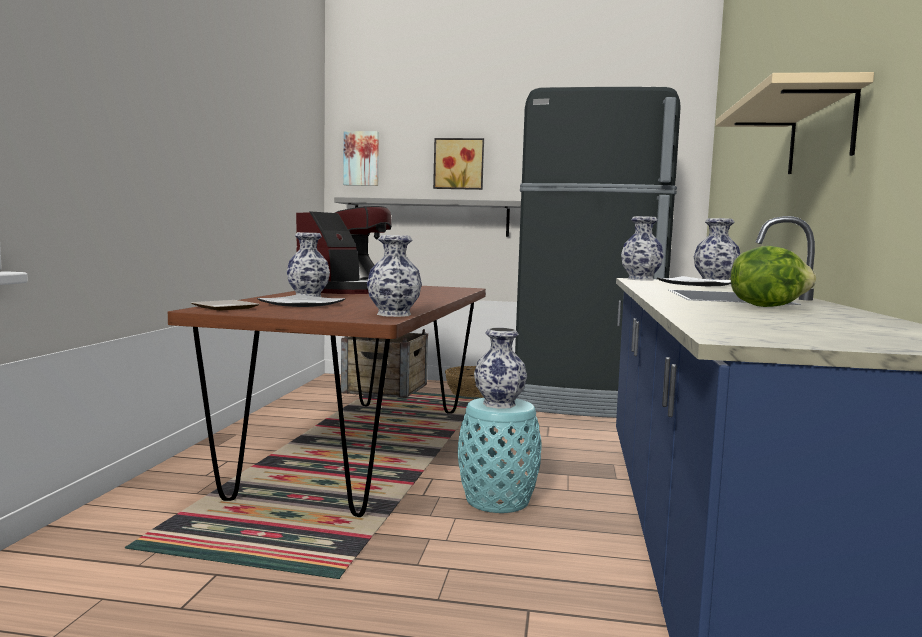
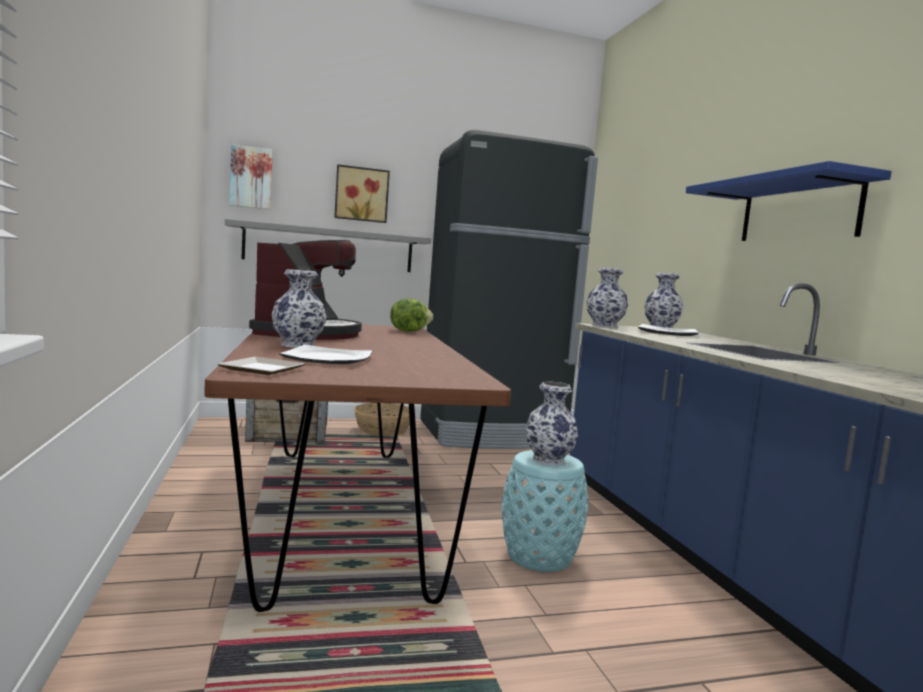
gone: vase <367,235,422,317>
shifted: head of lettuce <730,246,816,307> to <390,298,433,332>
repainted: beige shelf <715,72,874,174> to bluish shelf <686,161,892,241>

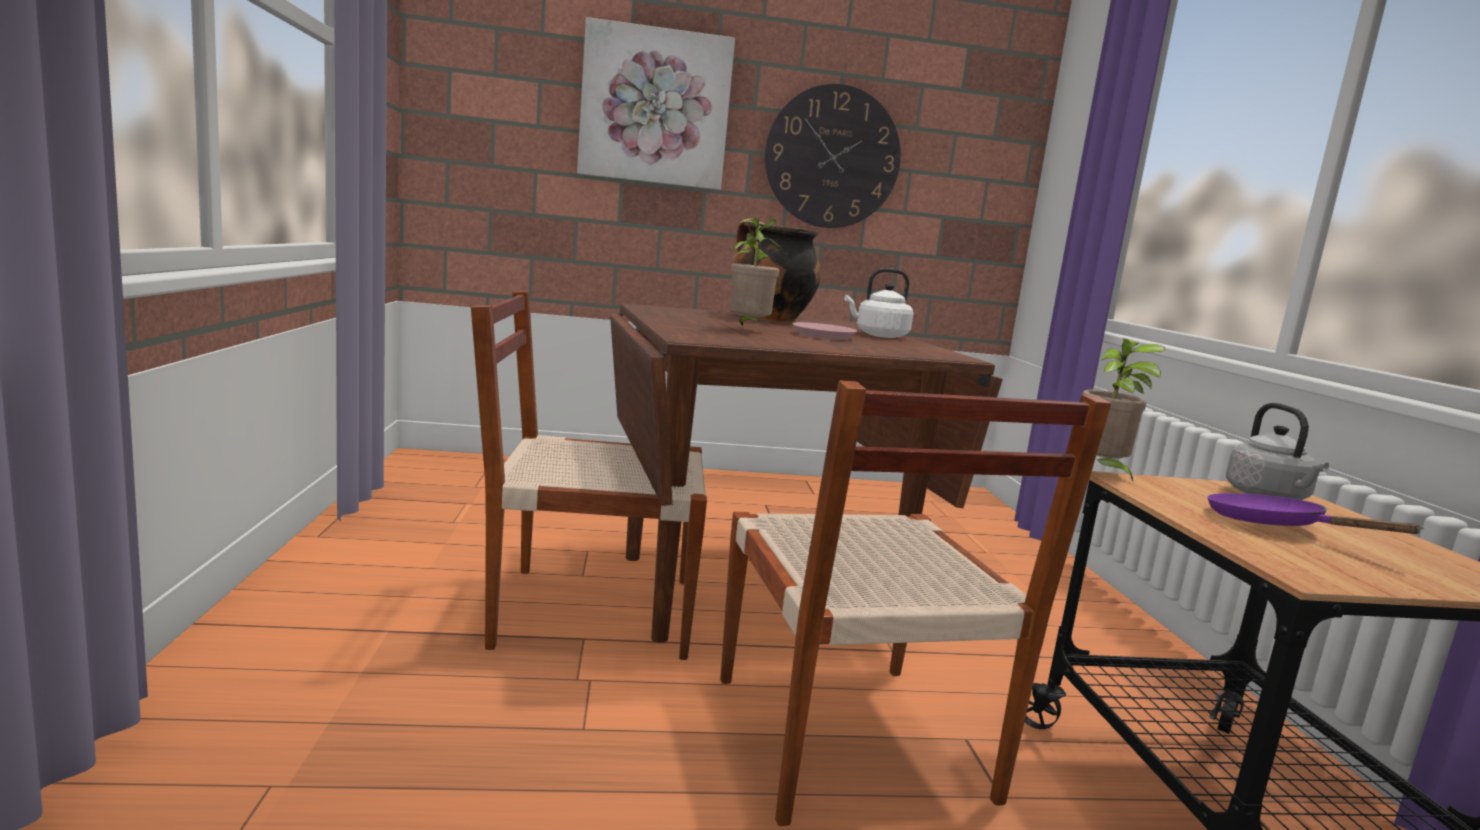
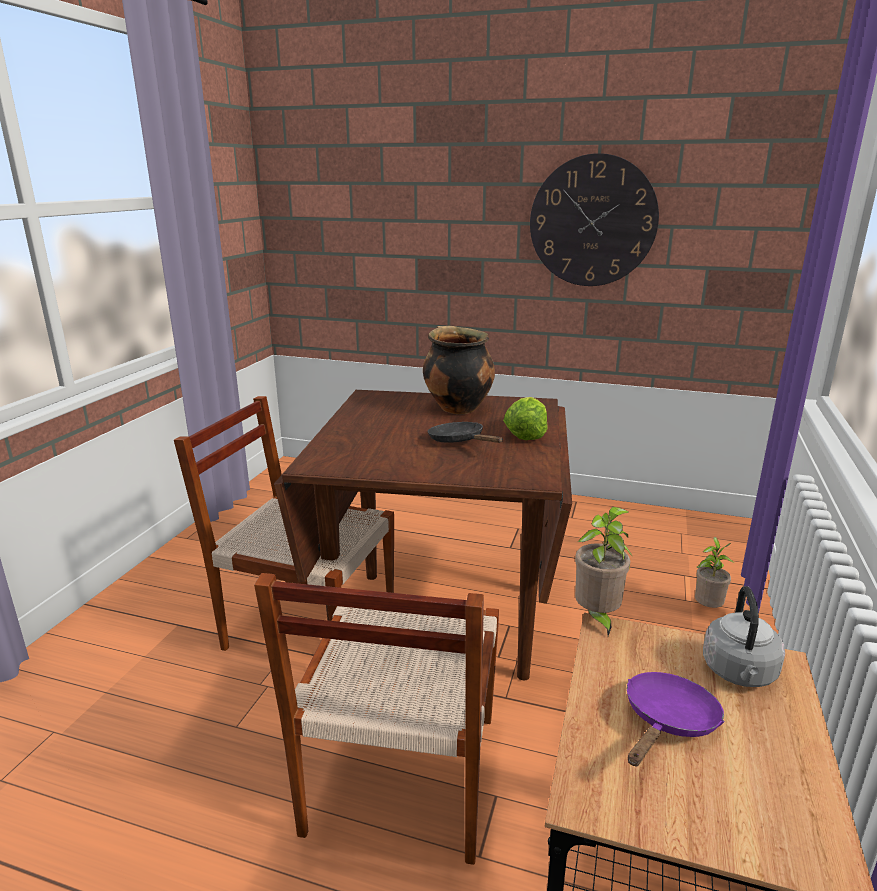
gone: wall art <577,17,735,190>
shifted: potted plant <730,218,781,326> to <695,537,734,608>
swapped: pink-coloured plate <793,322,857,340> to blackish skillet <427,422,503,443>; white water kettle <844,268,913,338> to head of lettuce <503,397,547,440>
rotated: purple skillet <1207,493,1424,534> = <627,672,725,766> 45 degrees clockwise

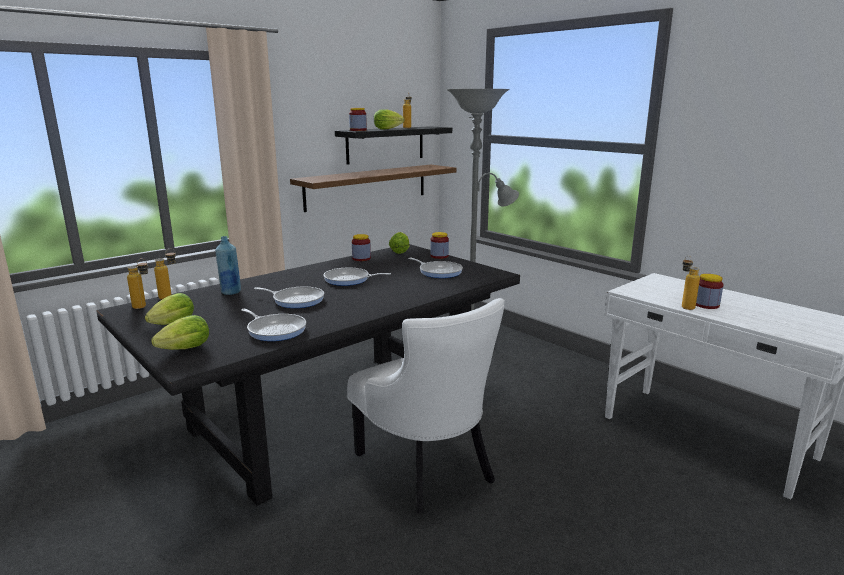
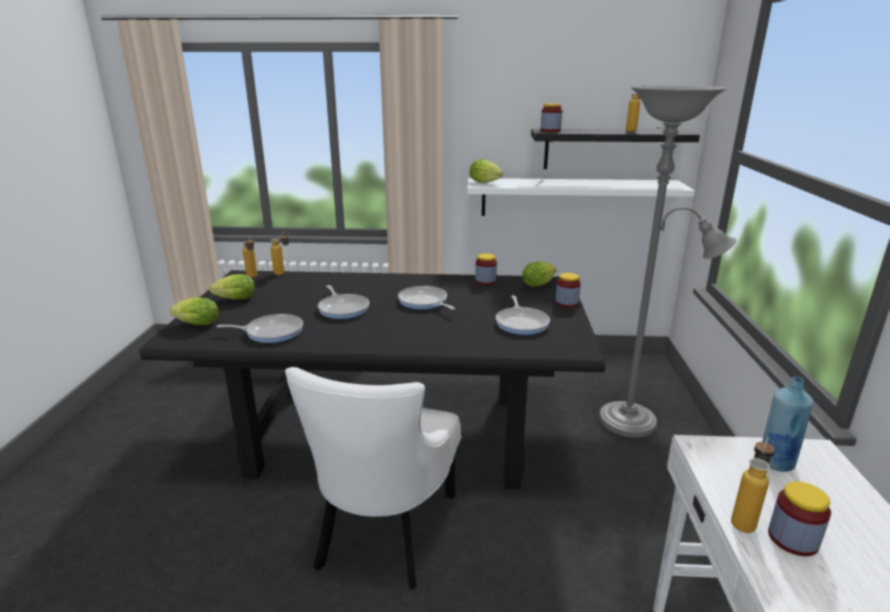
shifted: head of lettuce <374,109,405,129> to <470,159,503,183>; bluish bottle <215,236,241,295> to <762,377,813,472>
repainted: brownish shelf <290,165,457,212> to white shelf <467,178,695,216>
rotated: skillet <241,309,306,341> = <216,314,303,343> 90 degrees counterclockwise

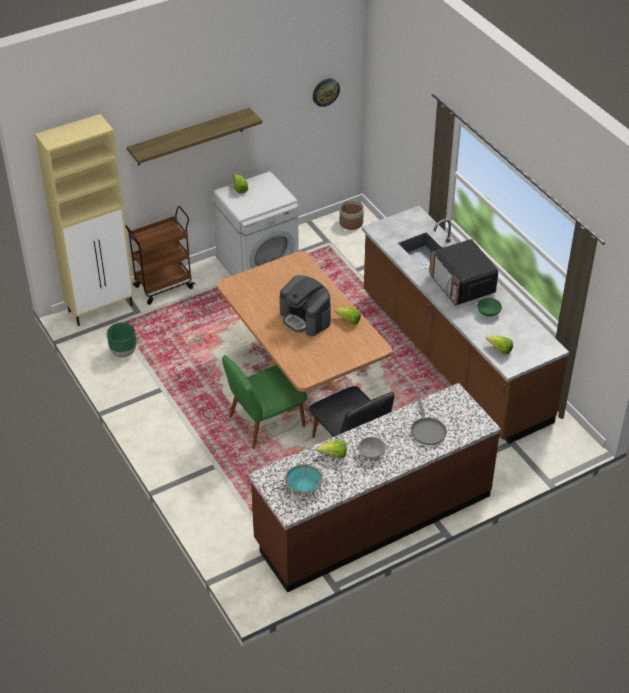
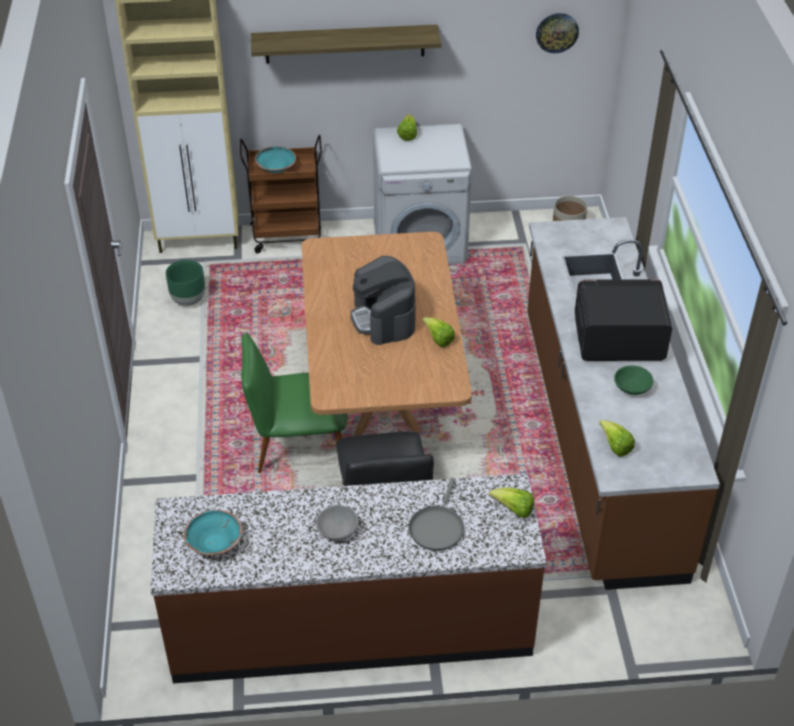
new: blue-green deep dish <255,146,296,173>
shifted: head of lettuce <316,440,347,458> to <489,488,534,518>
rotated: microwave oven <429,239,498,305> = <575,279,672,361> 90 degrees clockwise

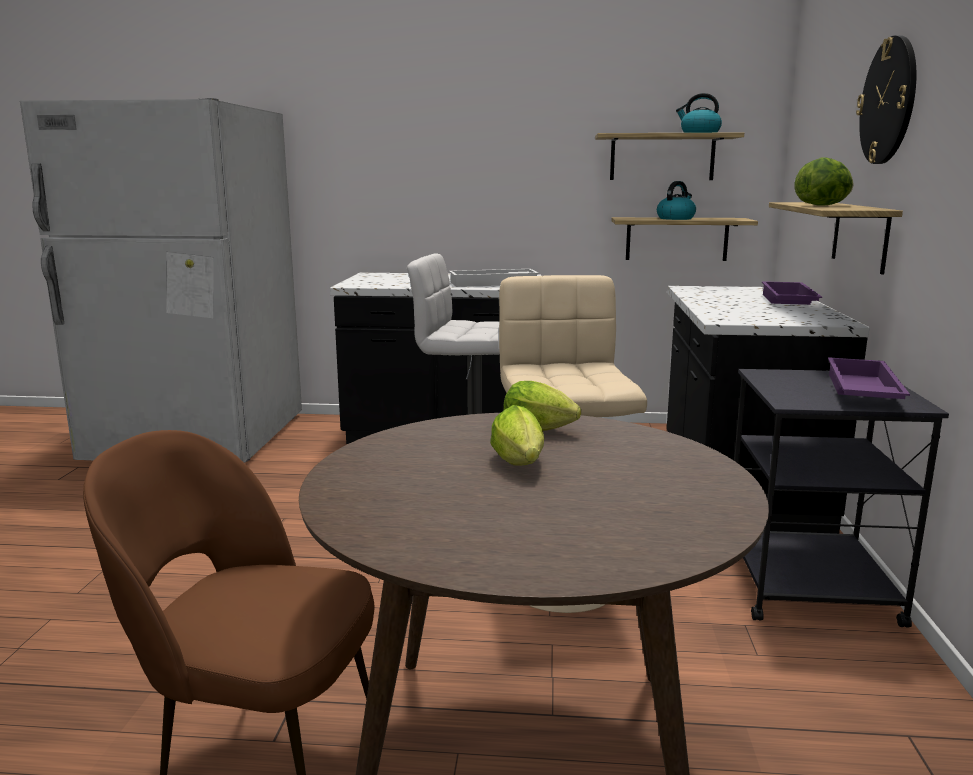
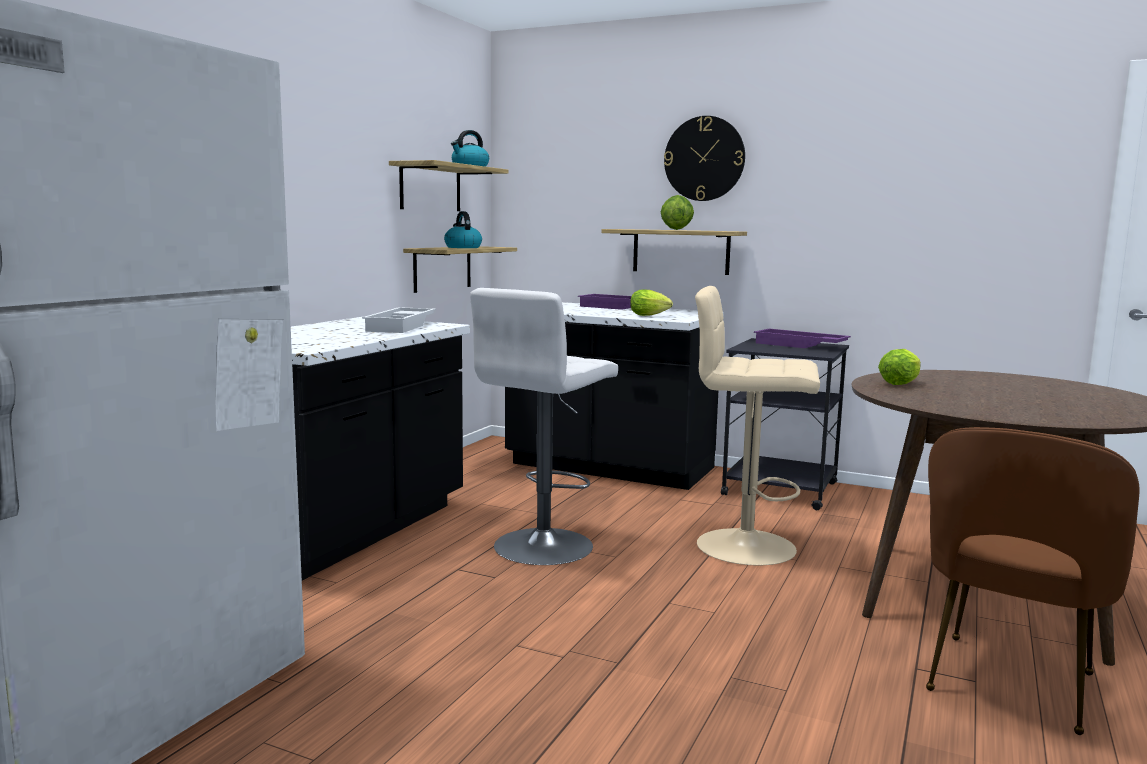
shifted: head of lettuce <490,405,544,466> to <630,289,673,316>

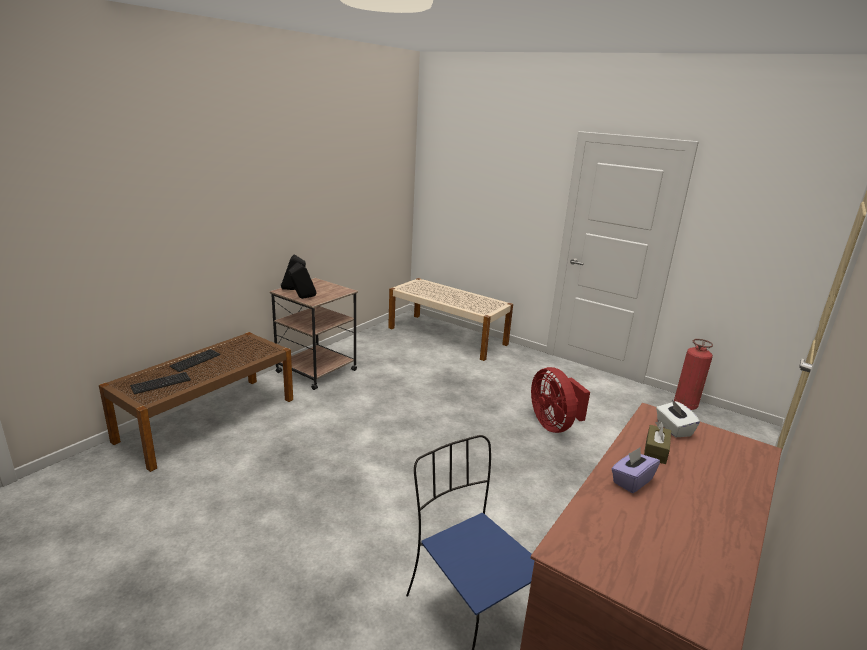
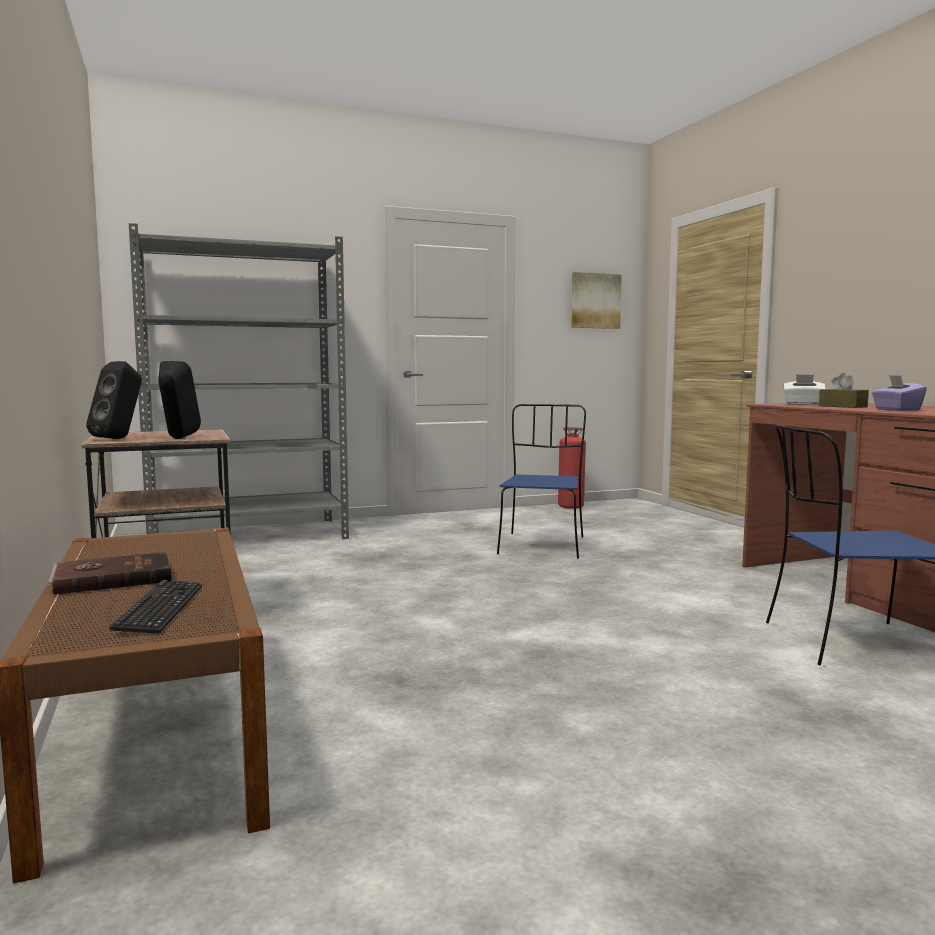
new: wall art <571,272,622,329>
swapped: PC keyboard <170,349,220,372> to brownish book <48,552,172,595>; beige bench <388,278,513,361> to gray shelving unit <129,223,349,539>; reddish cooling fan <531,367,590,433> to bluish plain chair <497,404,586,558>

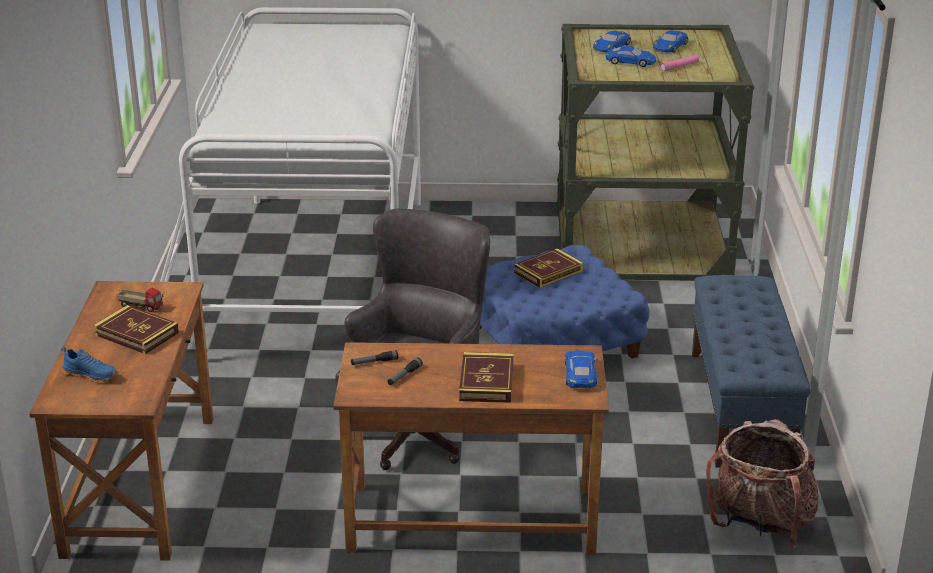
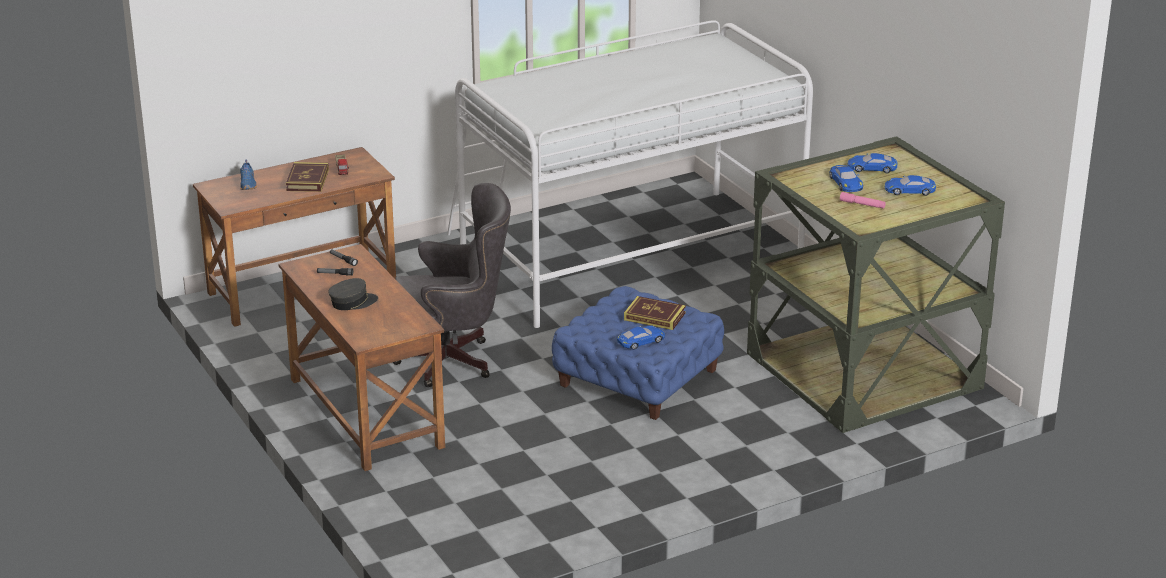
gone: bluish bench <692,275,810,468>; backpack <706,419,818,547>
shifted: bluish model car <565,350,597,388> to <617,326,665,350>
swapped: book <459,352,513,403> to gray peaked cap <328,278,378,310>

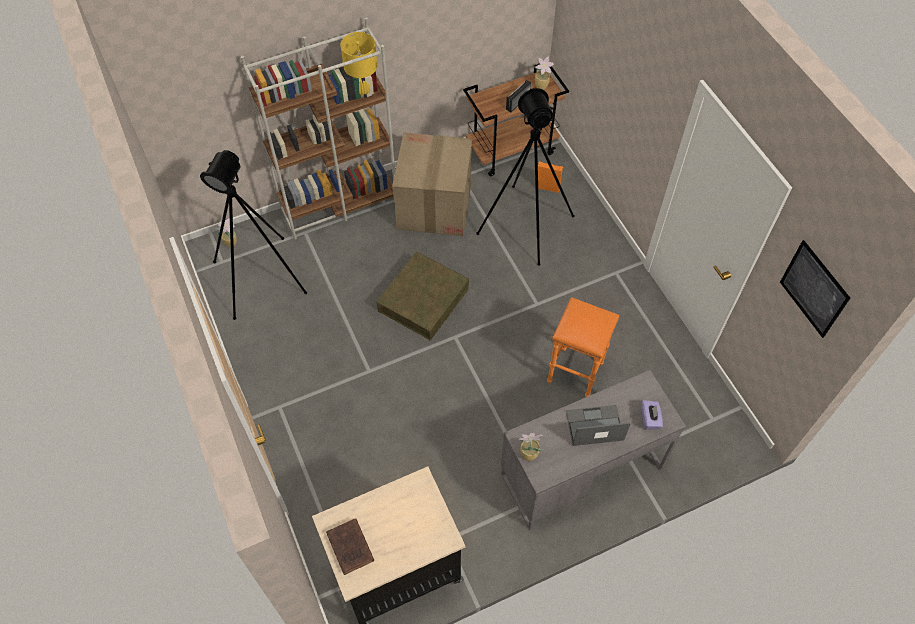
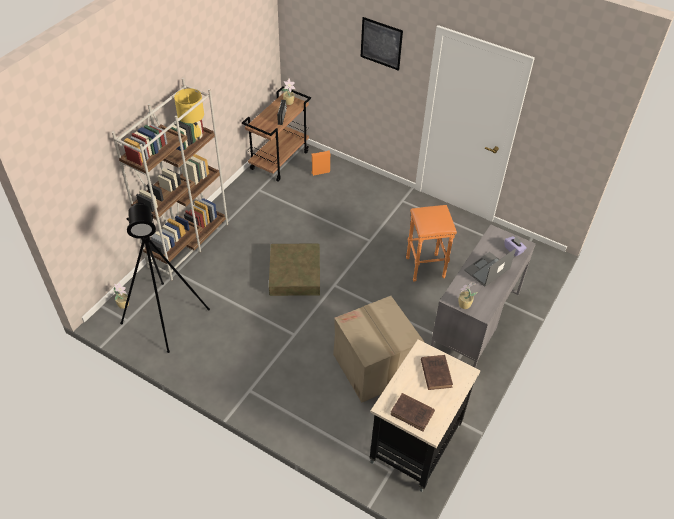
gone: blackish standard lamp <476,88,575,266>
new: brownish book <421,355,453,390>
shifted: carton <392,132,472,236> to <333,296,424,403>; wall art <780,240,850,338> to <361,17,403,71>

